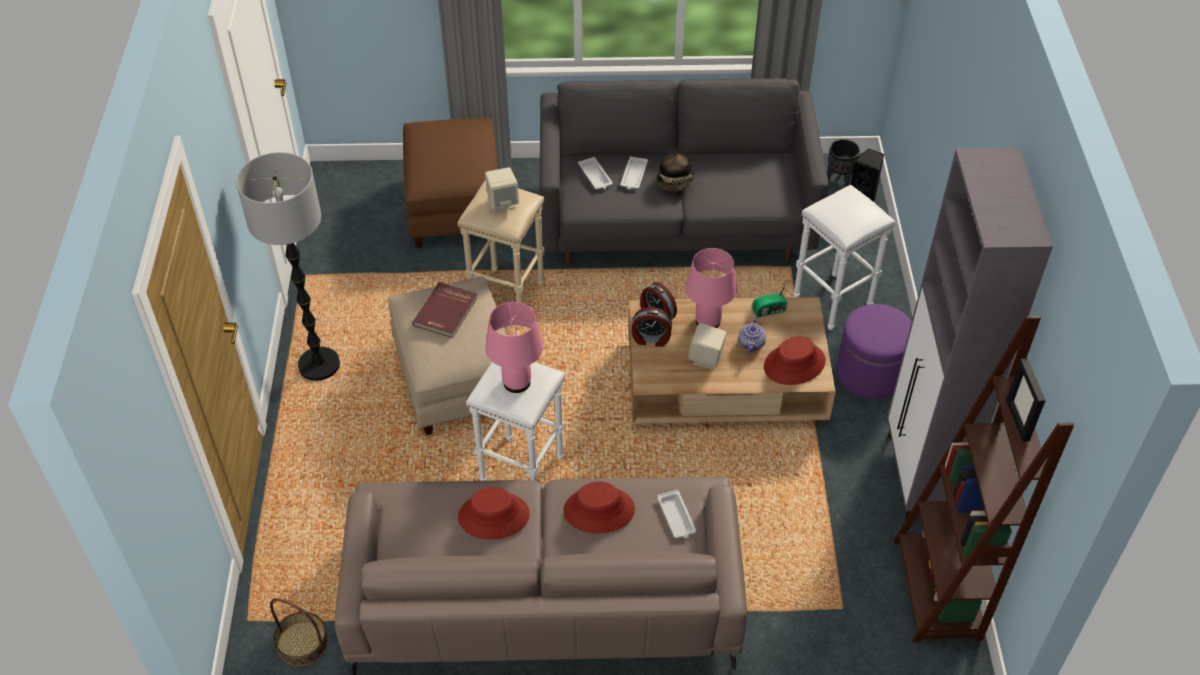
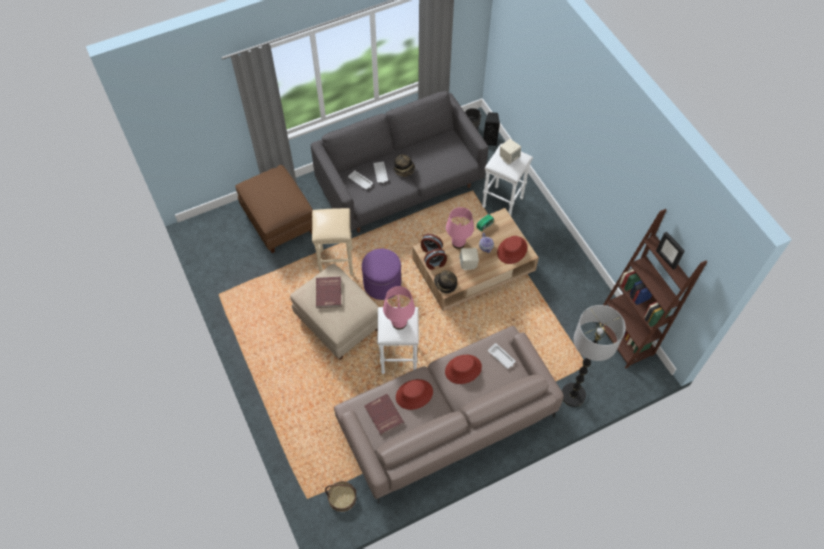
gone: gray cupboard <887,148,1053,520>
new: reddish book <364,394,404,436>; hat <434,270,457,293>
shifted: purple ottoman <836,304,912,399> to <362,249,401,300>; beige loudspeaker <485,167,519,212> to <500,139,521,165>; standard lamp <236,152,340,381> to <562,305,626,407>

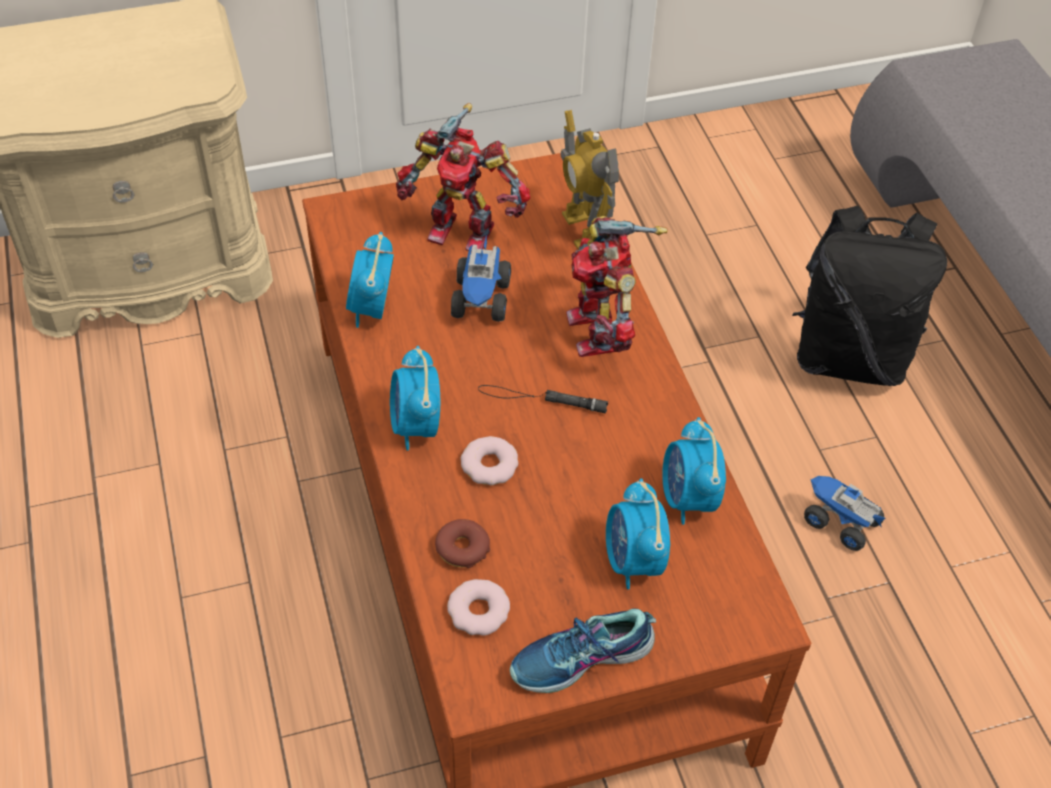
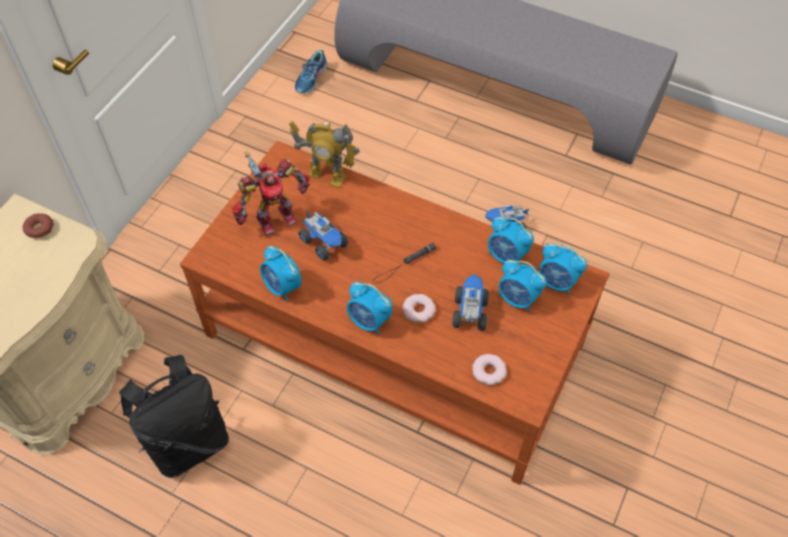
gone: robot figure <566,216,668,357>
new: toy truck <452,274,489,331>; bedside clock <539,243,587,294>
shifted: ring doughnut <435,519,490,568> to <23,213,54,239>; blackish backpack <792,206,947,386> to <119,355,229,478>; shoe <510,609,656,693> to <295,50,327,94>

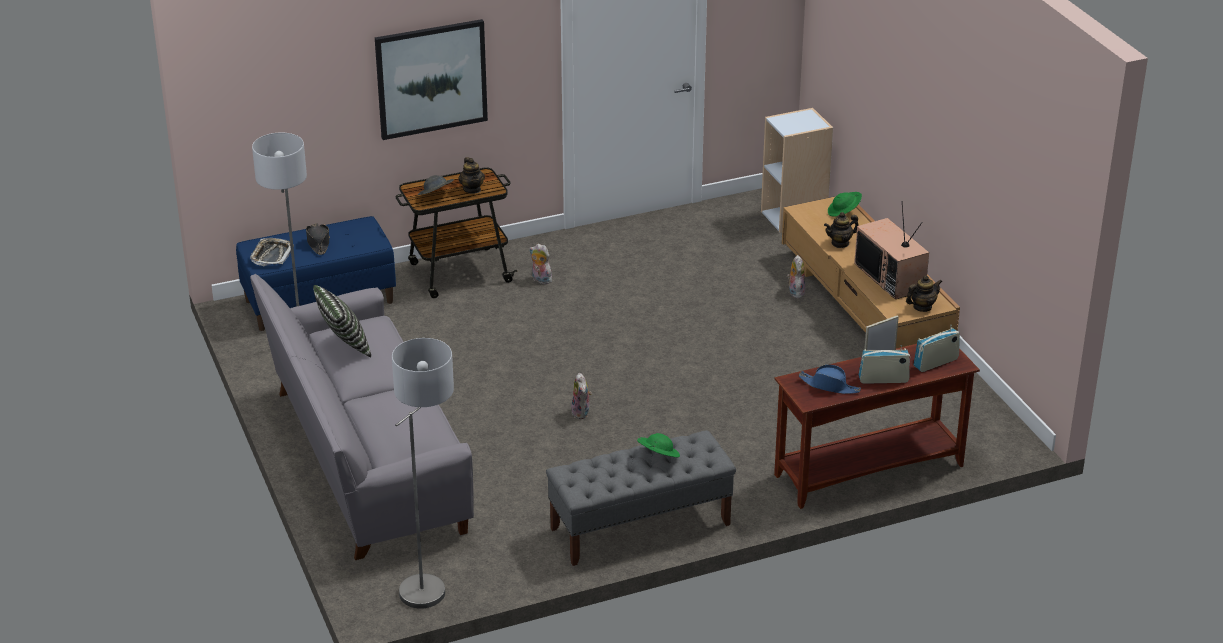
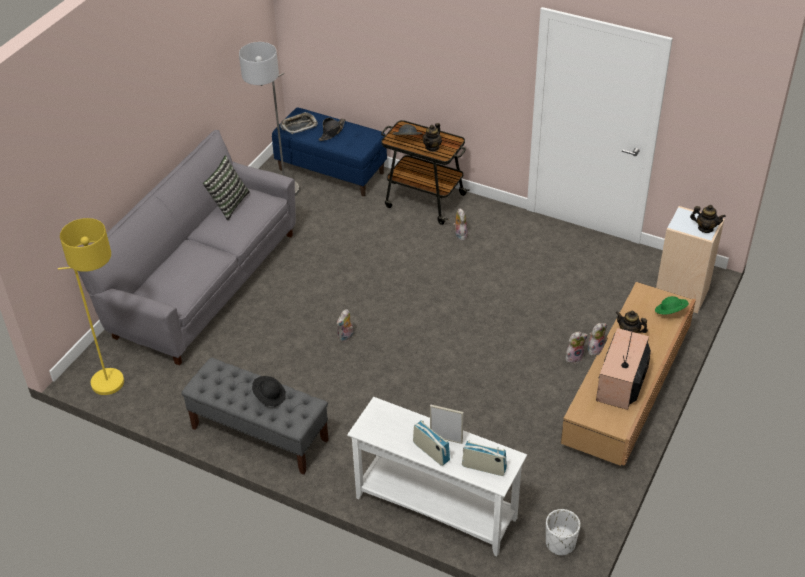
gone: wall art <375,19,488,140>; bluish hat <799,365,861,394>
new: white flower pot <546,509,580,556>; soft toy <566,332,588,363>
shifted: teapot <906,275,943,312> to <690,205,726,233>
repainted: gray standard lamp <392,338,454,609> to yellowish standard lamp <58,218,124,395>; green-coloured hat <637,433,680,458> to blackish hat <252,376,286,406>; brownish hall table <774,344,980,509> to white hall table <347,397,527,557>

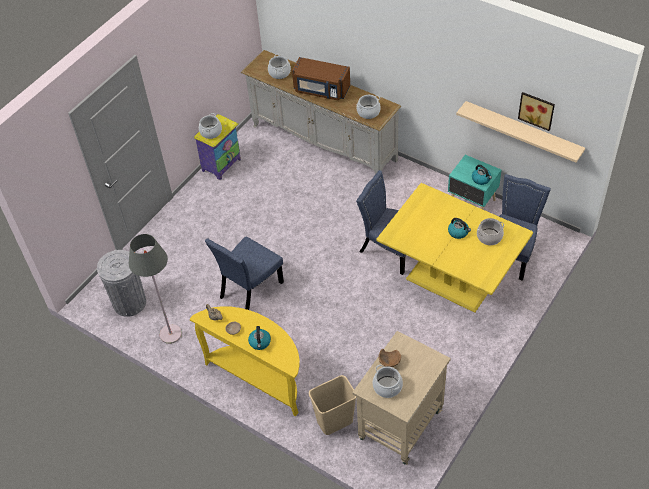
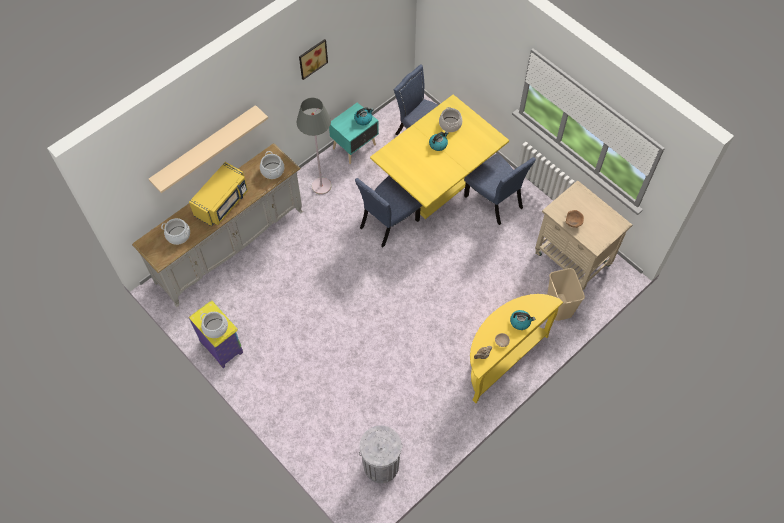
gone: saucepot <373,364,403,398>
shifted: beige shelf <456,101,585,162> to <149,105,268,193>; gray standard lamp <129,234,182,344> to <296,98,331,195>; wall art <518,92,555,131> to <299,39,328,80>; bluish plain chair <205,236,284,310> to <464,153,536,225>
repainted: brownish microwave oven <292,57,350,101> to yellowish microwave oven <189,162,248,227>

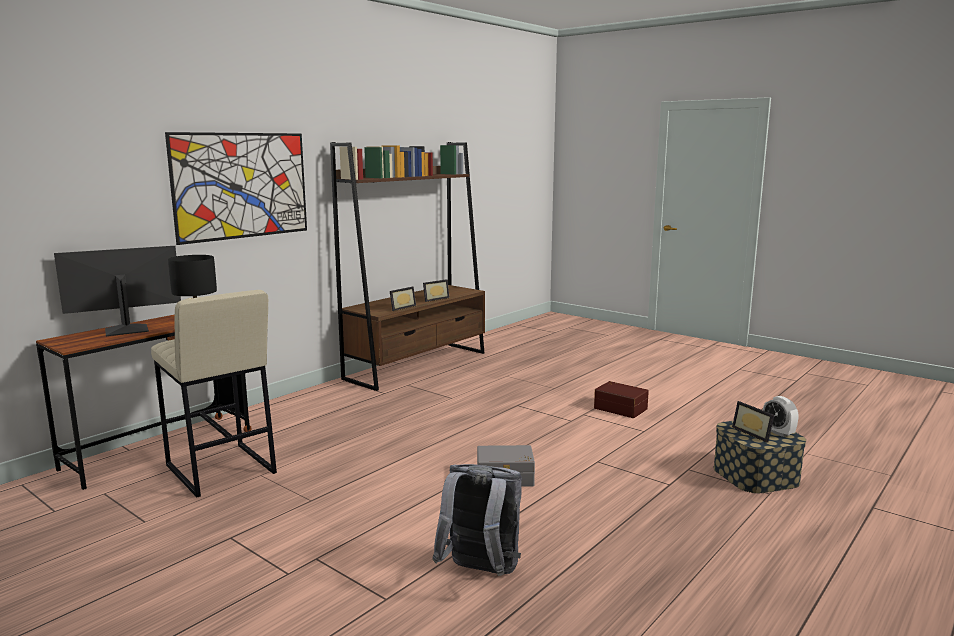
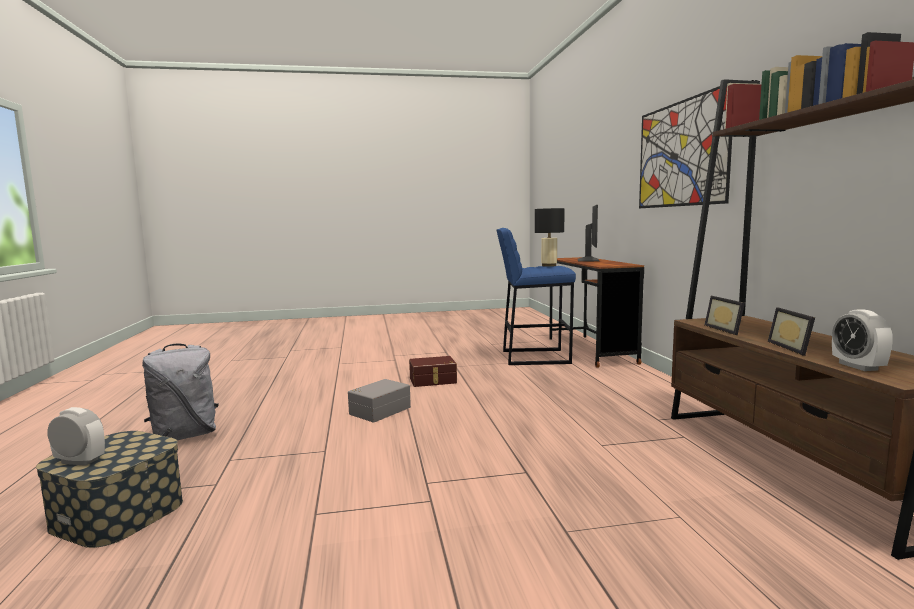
gone: photo frame <732,401,774,443>
new: bedside clock <832,309,893,371>
shifted: gray backpack <432,464,522,576> to <142,343,219,440>; brownish storage container <594,381,649,418> to <409,356,457,387>
repainted: beige stool seat <151,290,277,497> to bluish stool seat <497,228,576,365>

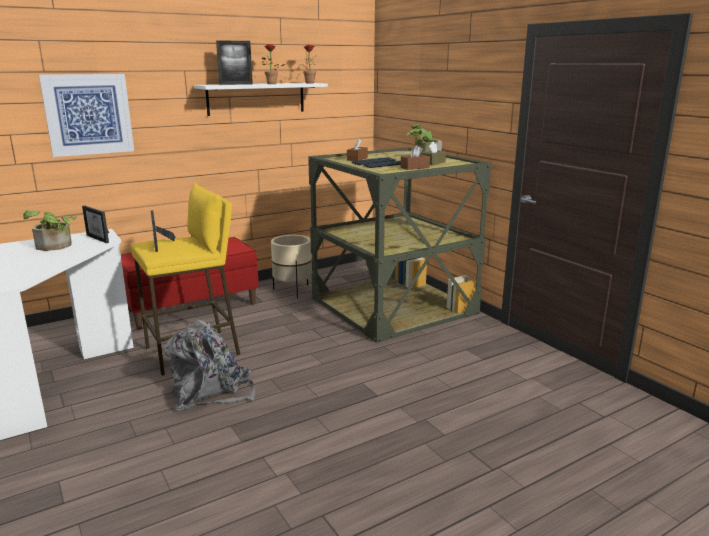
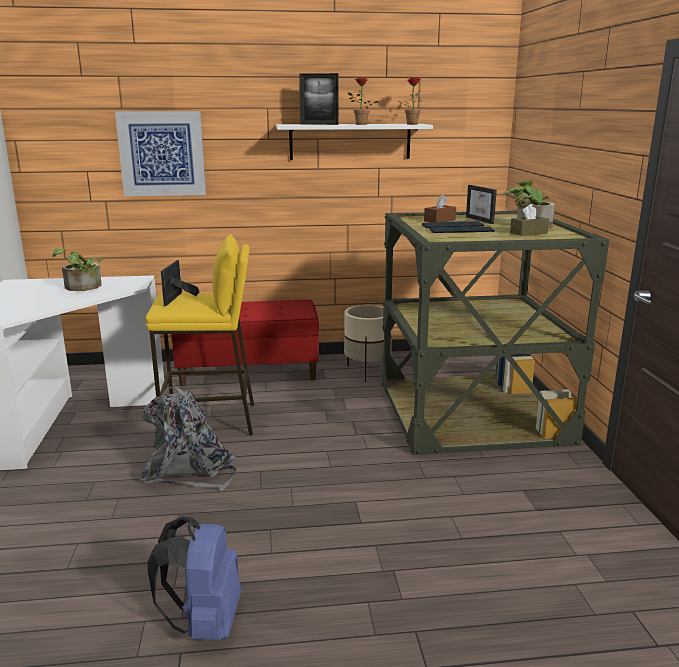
gone: brownish box of tissues <401,145,430,170>
new: bluish backpack <147,516,241,640>
shifted: photo frame <82,205,109,243> to <466,185,497,224>

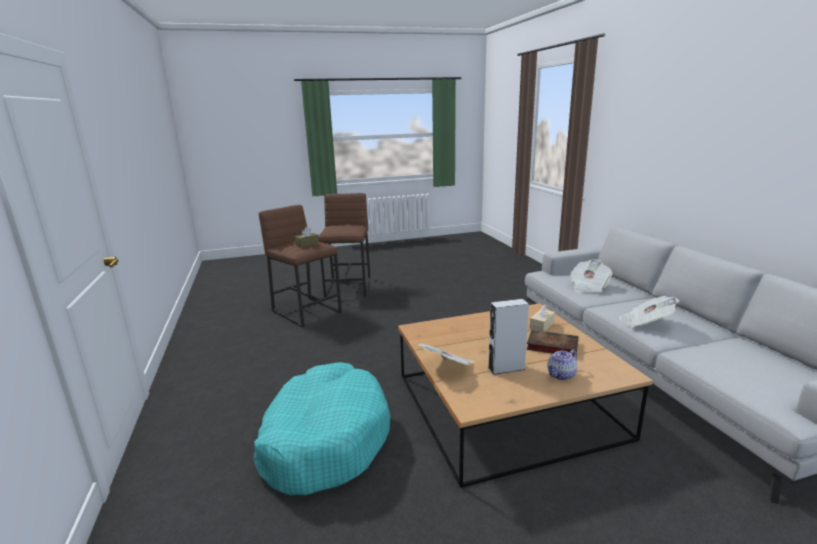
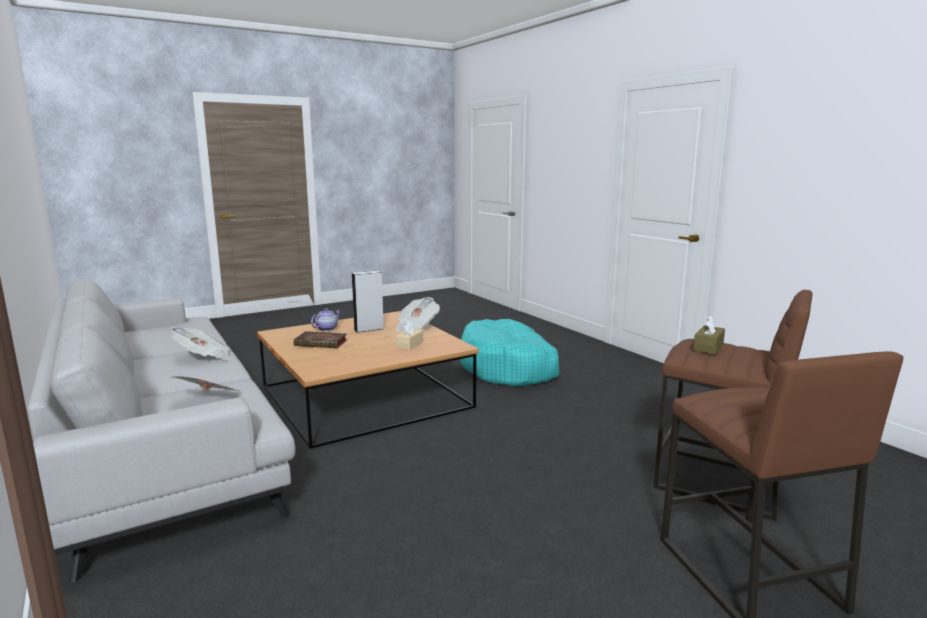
shifted: beige box of tissues <529,304,555,332> to <396,321,423,350>

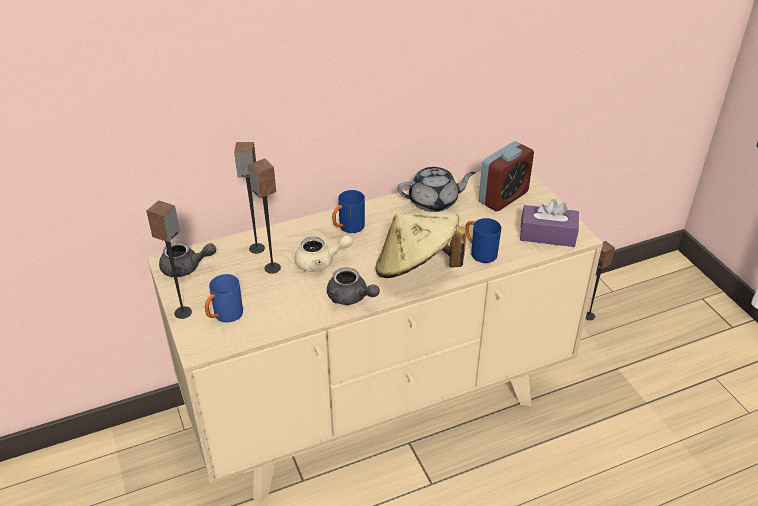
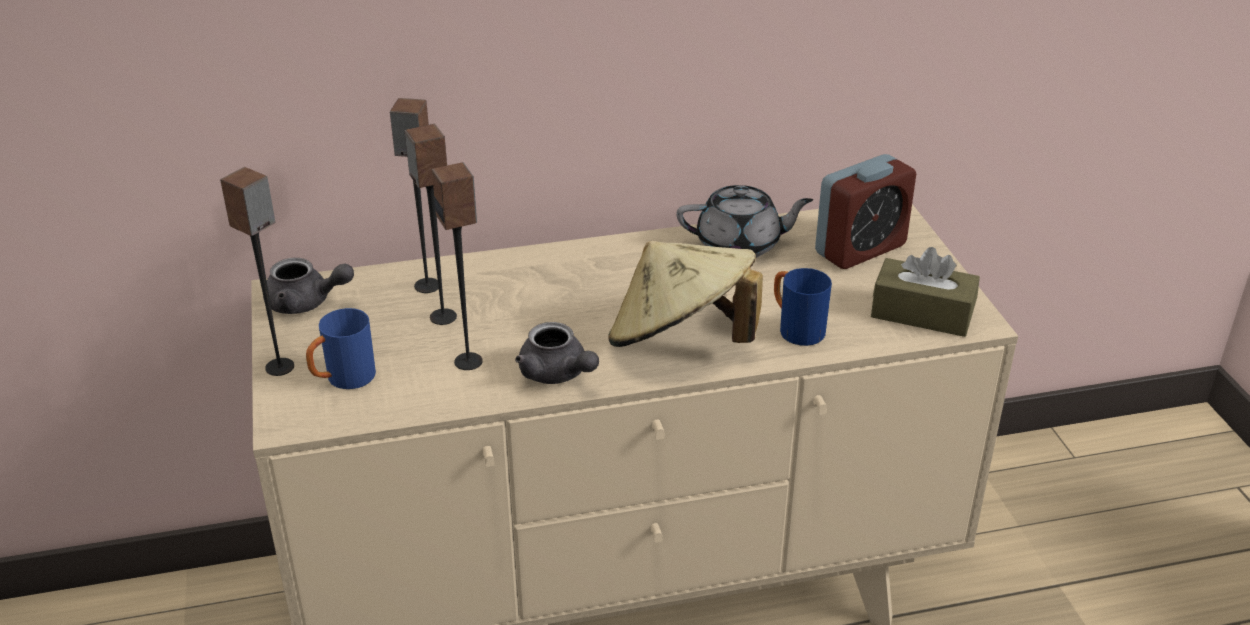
gone: beige teapot <294,235,353,272>; bluish tea mug <332,190,365,233>
shifted: loudspeaker <585,241,615,320> to <432,162,483,370>
repainted: purple box of tissues <520,199,579,247> to brownish box of tissues <871,247,980,337>

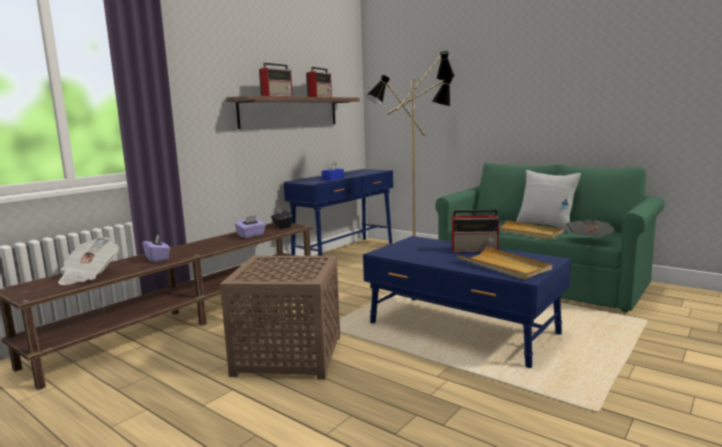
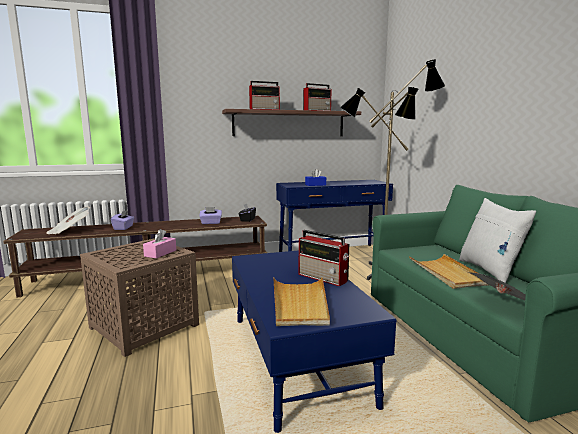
new: pink-coloured box of tissues <143,229,176,258>

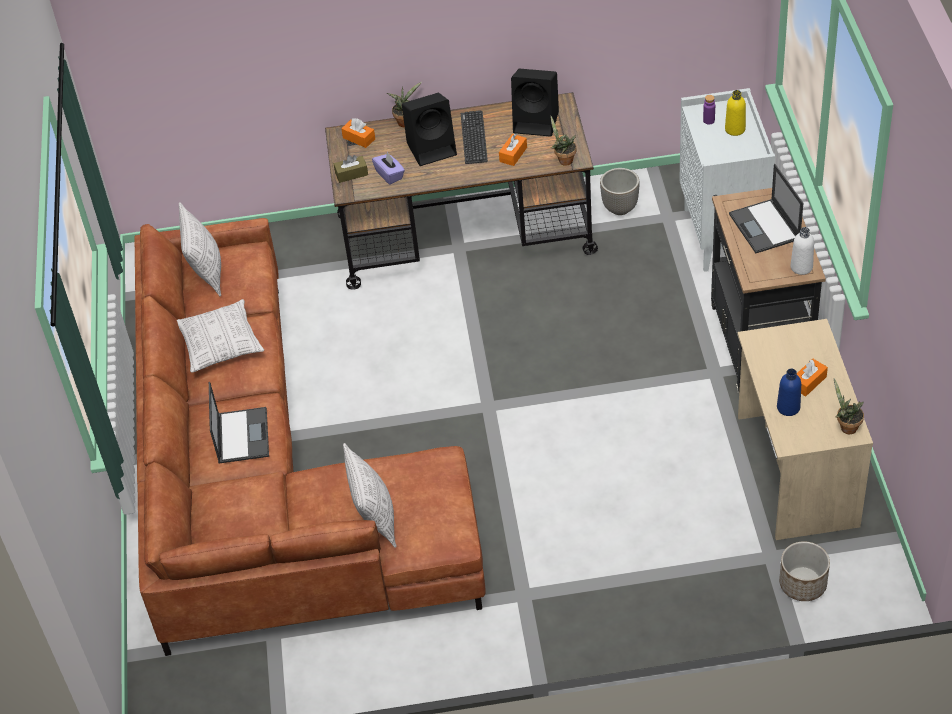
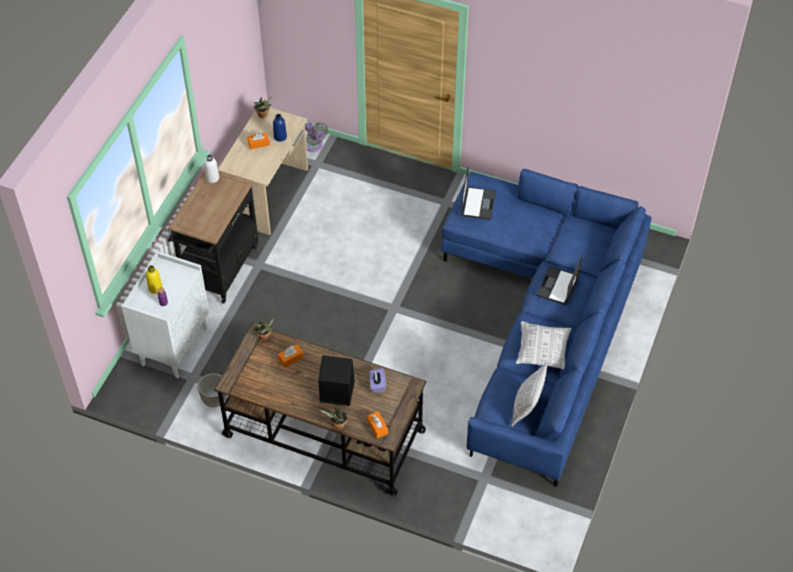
gone: brownish box of tissues <334,155,368,183>; throw pillow <343,443,397,548>; PC keyboard <461,110,488,164>; blackish loudspeaker <511,69,559,137>
shifted: portable computer <729,164,803,253> to <461,168,496,220>
swapped: flower pot <779,541,830,601> to gray cooling fan <305,122,328,152>
repainted: brownish settee <134,218,486,656> to bluish settee <441,169,652,487>

